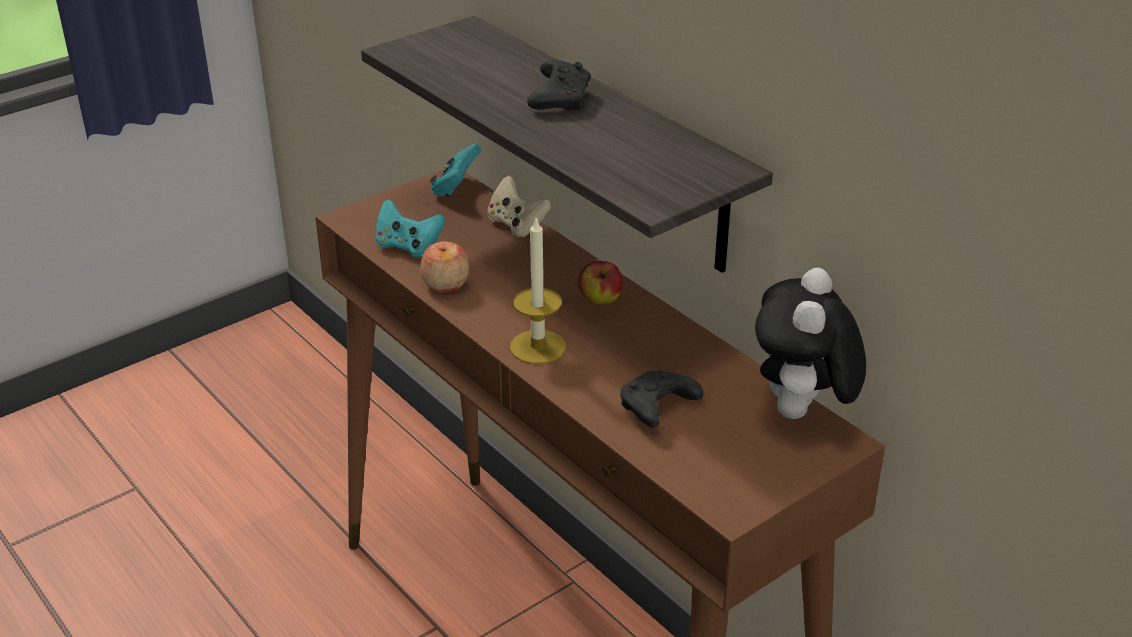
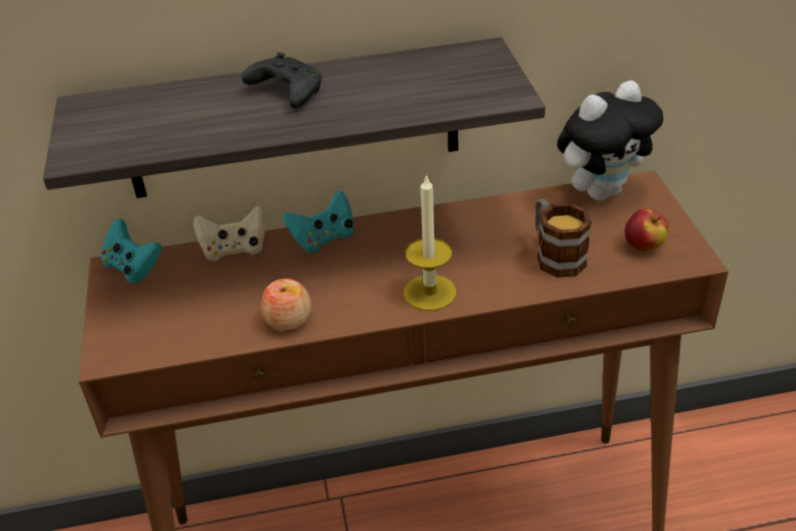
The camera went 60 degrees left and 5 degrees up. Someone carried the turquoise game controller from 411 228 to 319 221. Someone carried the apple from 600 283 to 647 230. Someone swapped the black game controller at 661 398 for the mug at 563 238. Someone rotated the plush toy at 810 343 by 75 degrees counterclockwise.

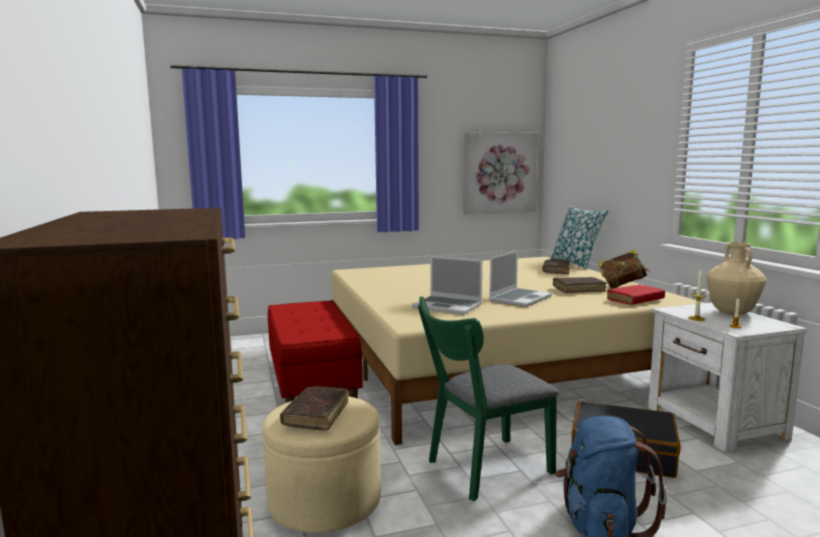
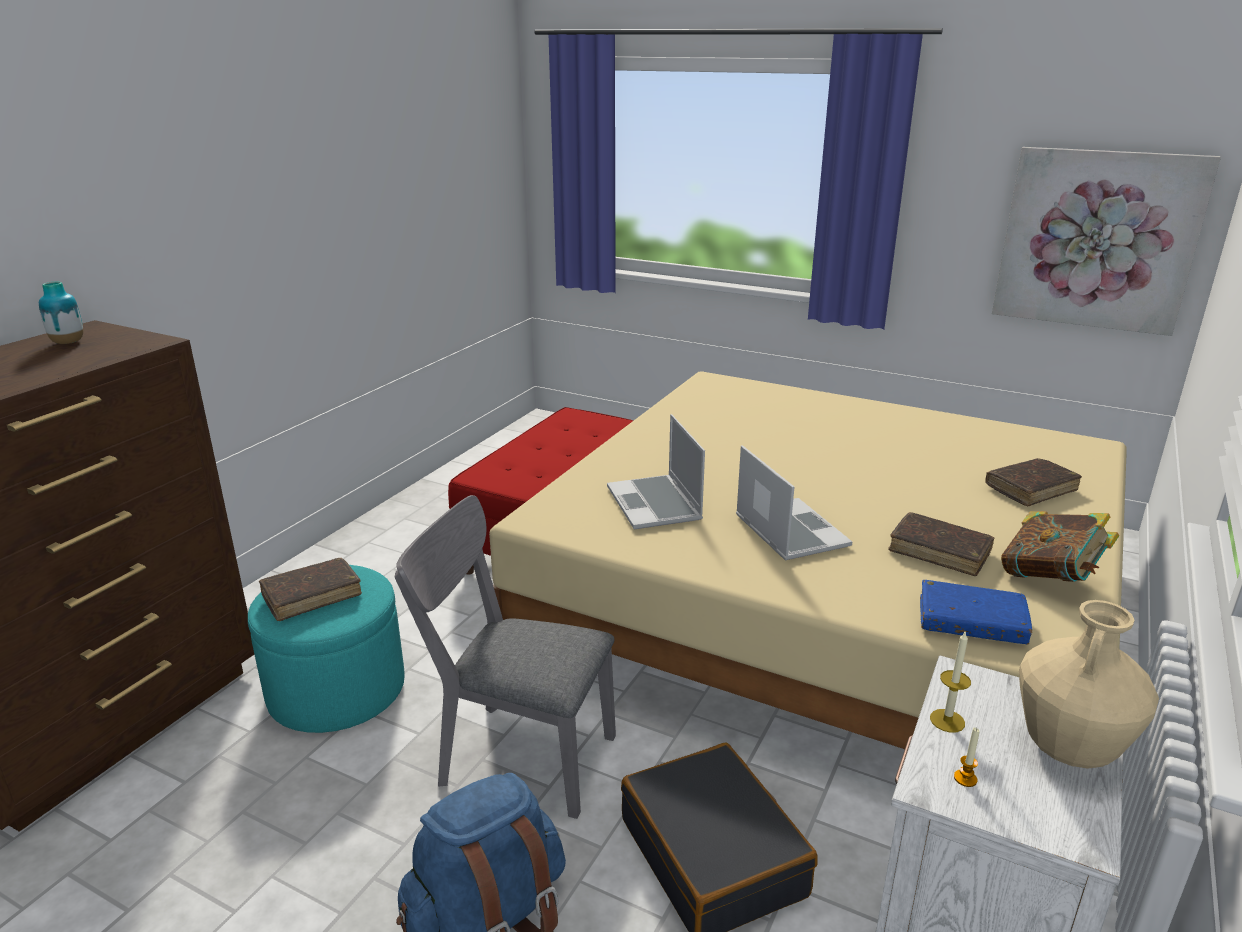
The camera went 45 degrees right and 15 degrees up. Someone repainted the beige ottoman at 322 464, which became the turquoise ottoman at 326 649. Someone repainted the green chair at 488 398, which became the grey chair at 505 657. Someone rotated the laptop at 520 278 by 105 degrees counterclockwise. Someone took away the pillow at 579 237. Someone repainted the red book at 636 294, which became the blue book at 976 612. Someone put down the vase at 61 313.

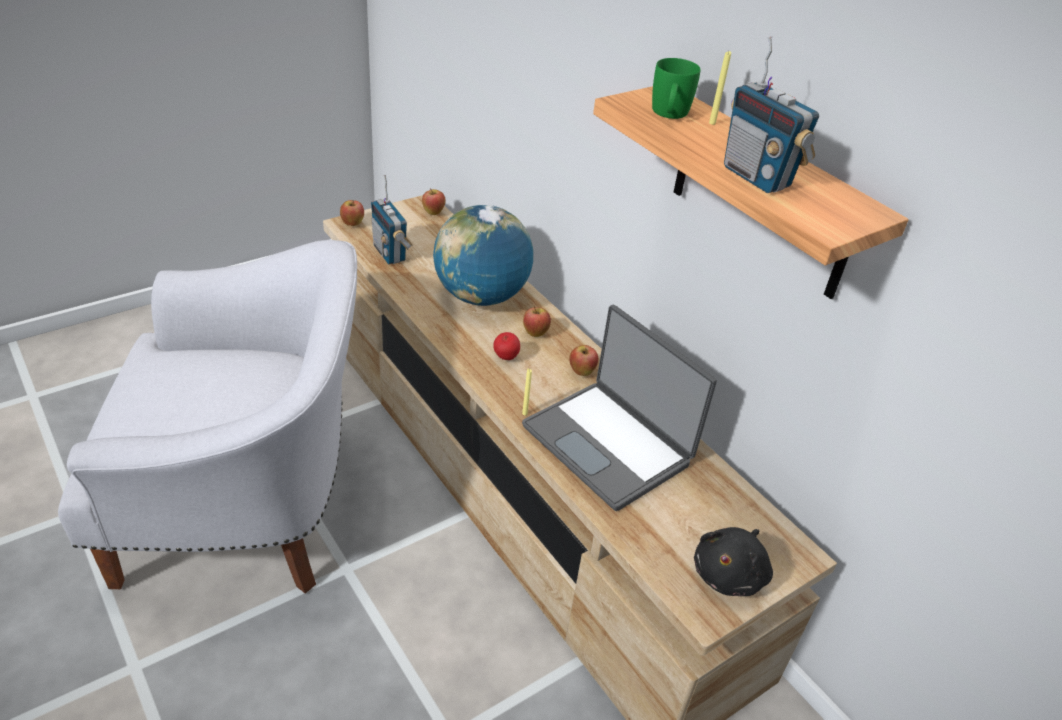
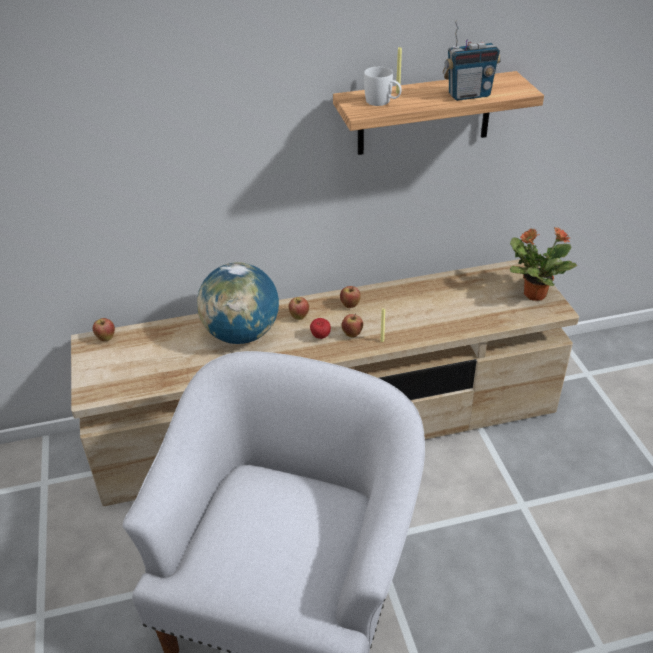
The camera went 65 degrees left and 0 degrees up. Someone carried the apple from 352 213 to 352 326. Someone took away the radio at 392 219. Someone took away the laptop at 619 408. Someone repainted the green mug at 676 88, which became the white mug at 383 86. Someone swapped the black plush toy at 733 561 for the potted plant at 543 264.

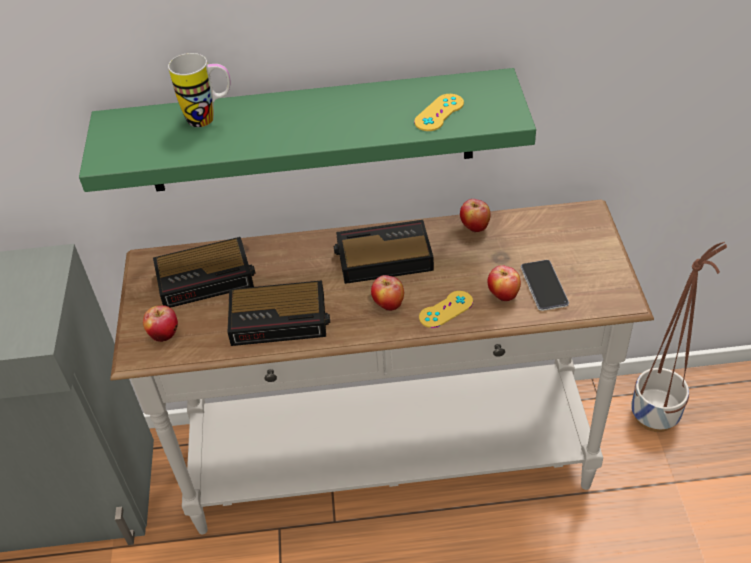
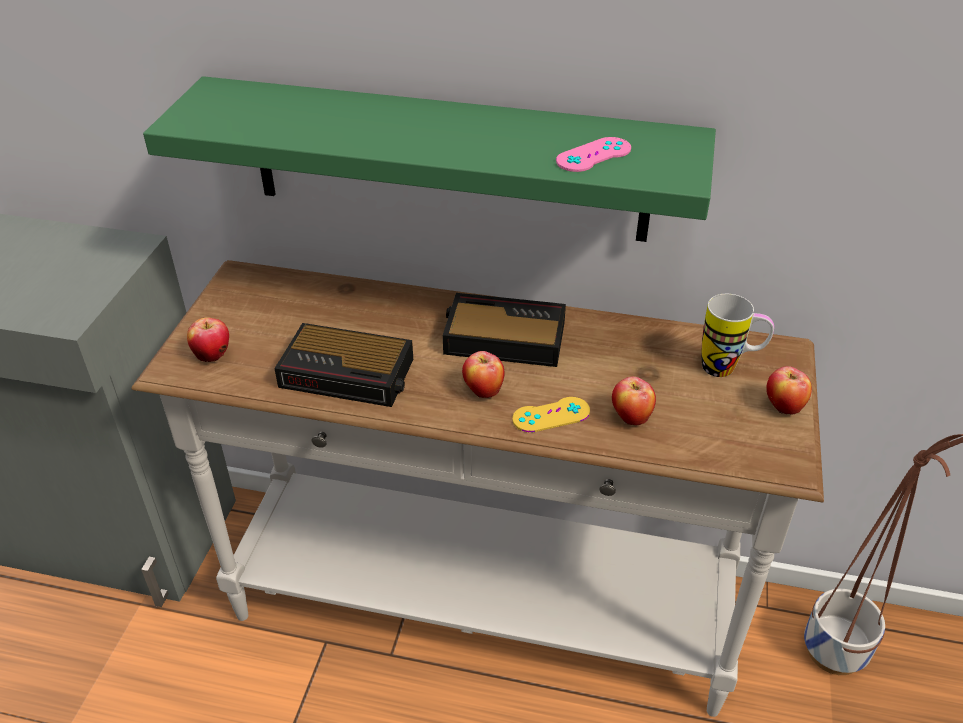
The camera went 15 degrees right and 5 degrees down. Someone took away the alarm clock at 204 272. Someone carried the mug from 199 90 to 737 335. Someone repainted the yellow game controller at 439 112, which became the pink game controller at 593 154. Someone carried the apple from 475 215 to 789 390. Someone took away the phone at 545 285.

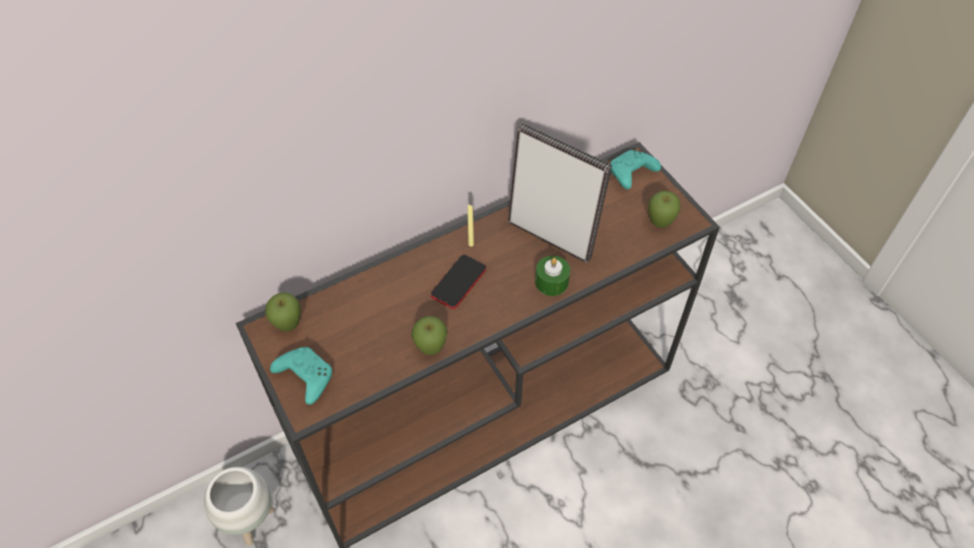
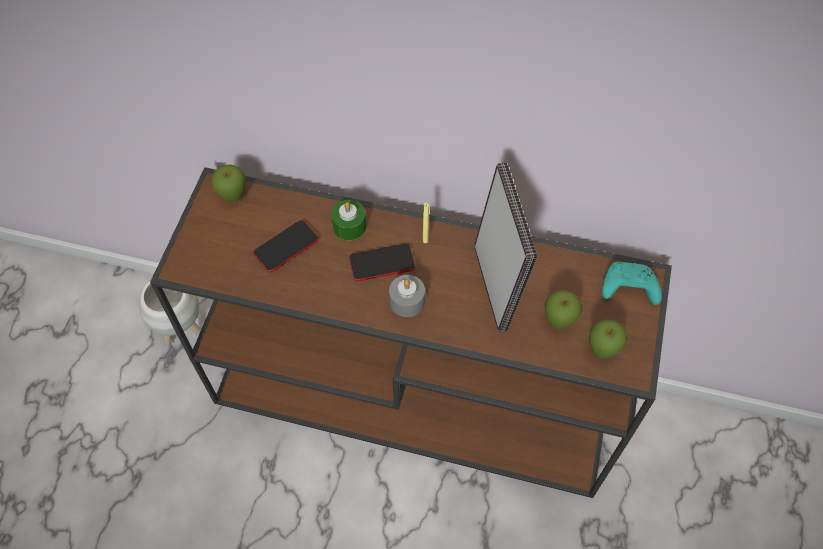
The camera went 45 degrees right and 5 degrees up. Someone took away the turquoise game controller at 301 376. Someone carried the apple from 429 335 to 563 309. Someone carried the green candle from 552 276 to 348 220. Someone put down the phone at 286 246. Someone put down the grey candle at 407 296.

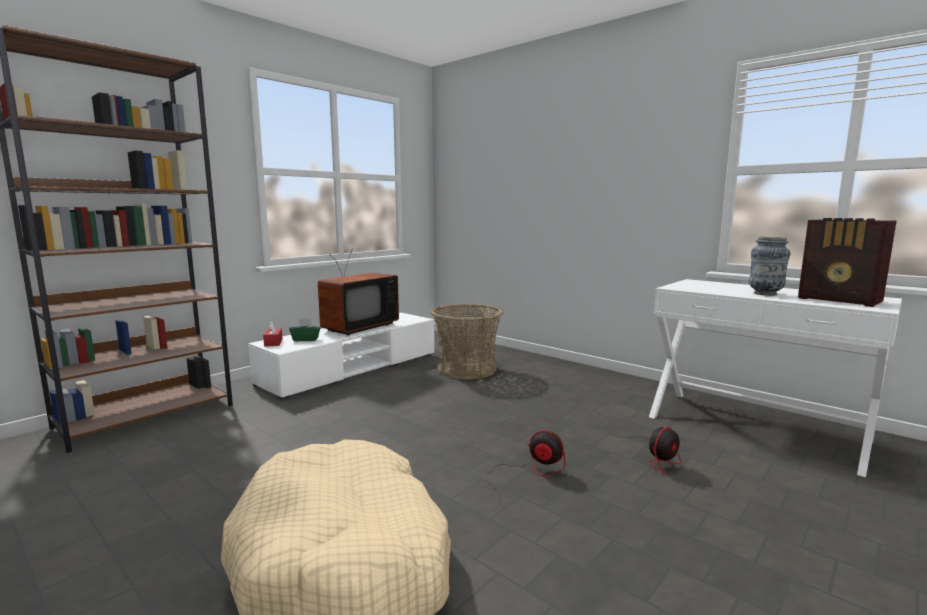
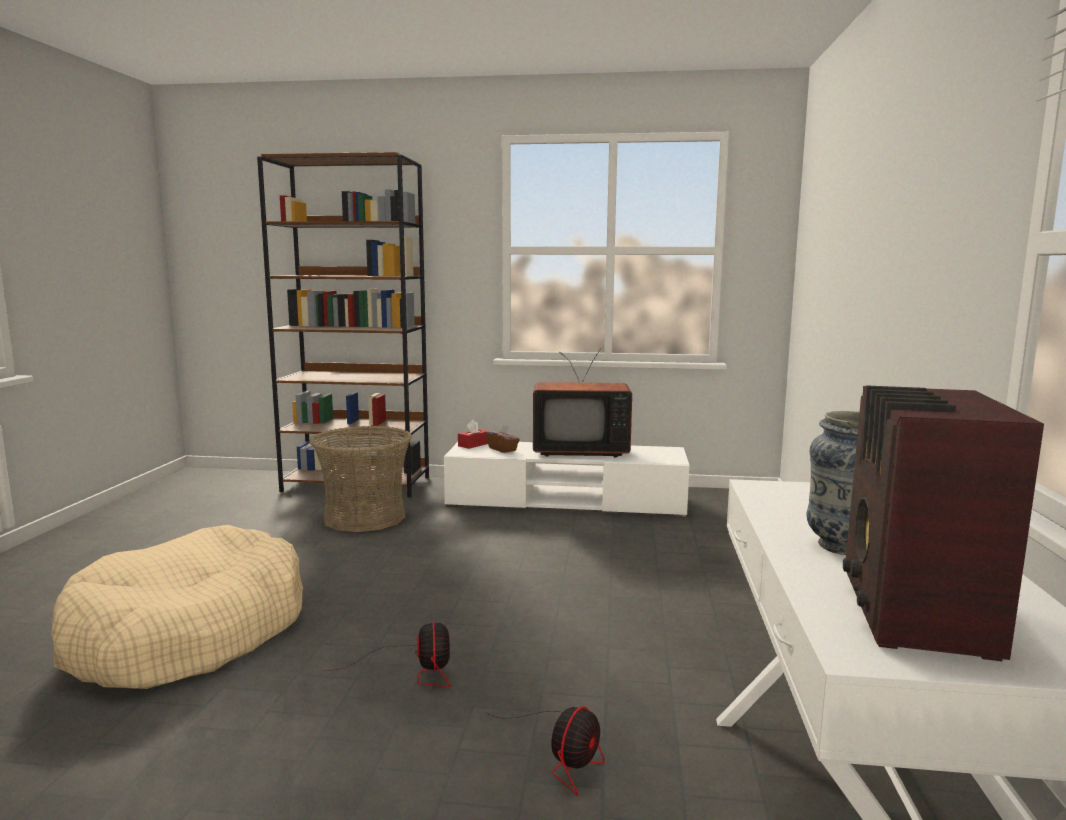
The camera went 55 degrees right and 0 degrees up. Someone repainted the green tissue box at 304 330, which became the brown tissue box at 503 438. Someone carried the basket from 467 342 to 360 479. Someone rotated the fan at 645 450 by 75 degrees counterclockwise.

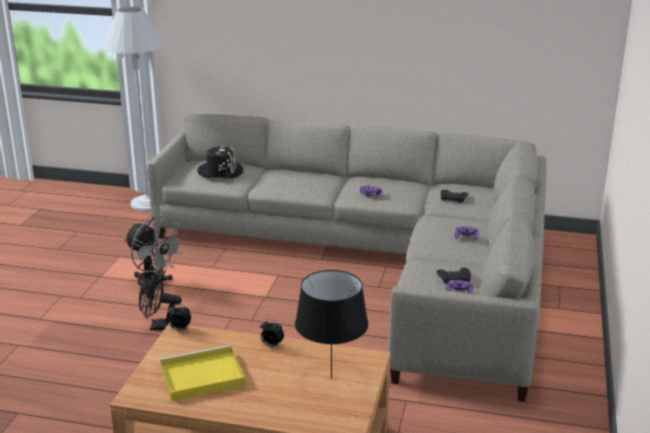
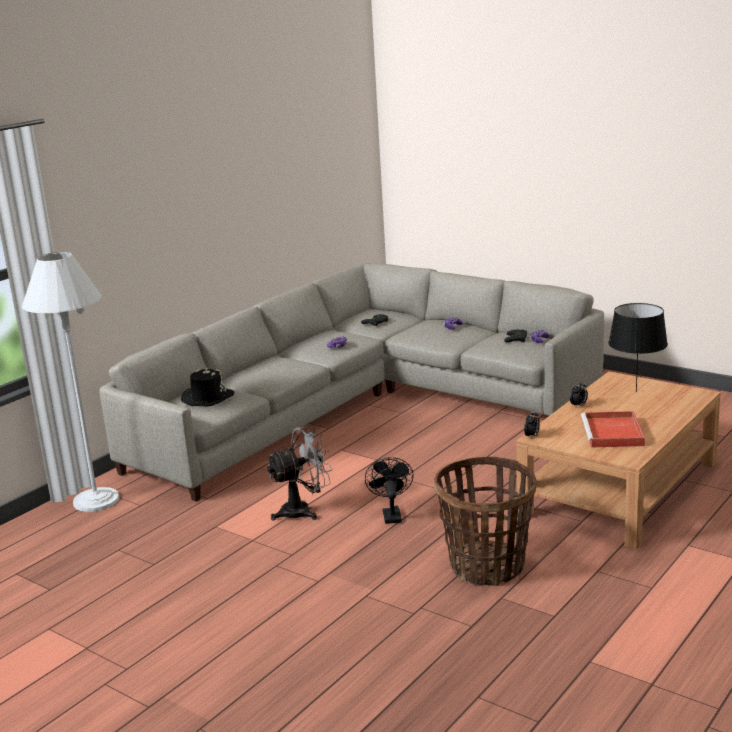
The camera went 65 degrees left and 5 degrees down. Someone rotated the black fan at 160 301 by 150 degrees clockwise. Someone repainted the yellow tray at 202 373, which became the red tray at 613 429. Someone put down the basket at 485 521.

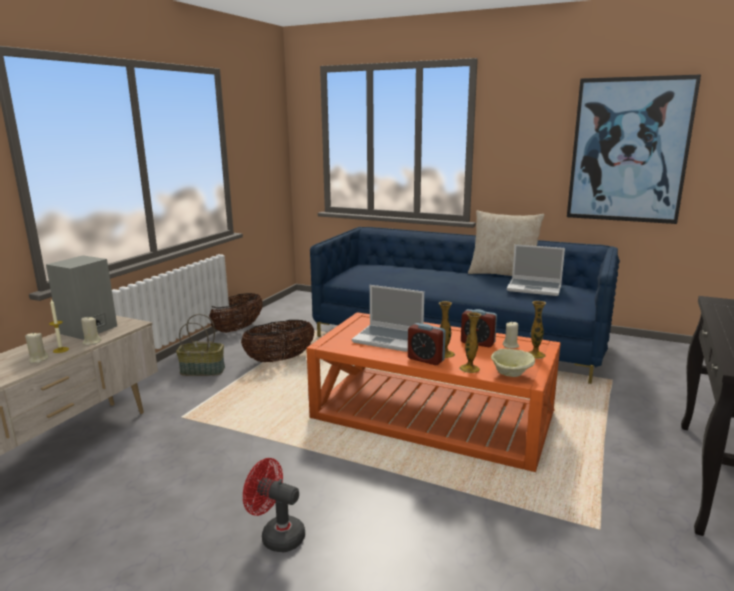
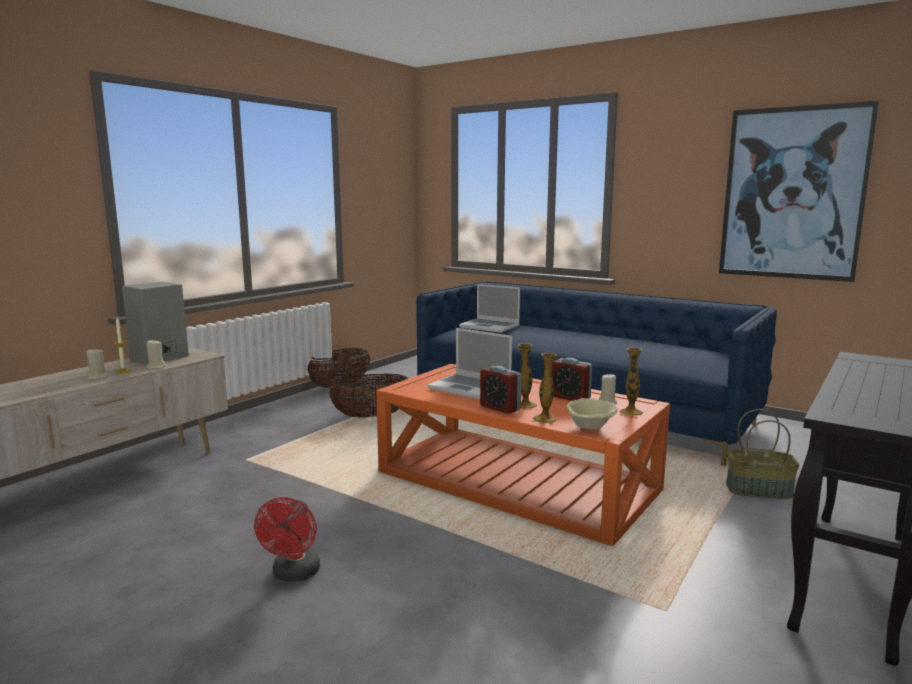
The camera went 10 degrees right and 5 degrees down. Someone carried the basket from 200 345 to 763 454. Someone rotated the red fan at 274 505 by 120 degrees counterclockwise. Someone took away the beige pillow at 506 243. Someone carried the laptop from 536 270 to 489 308.

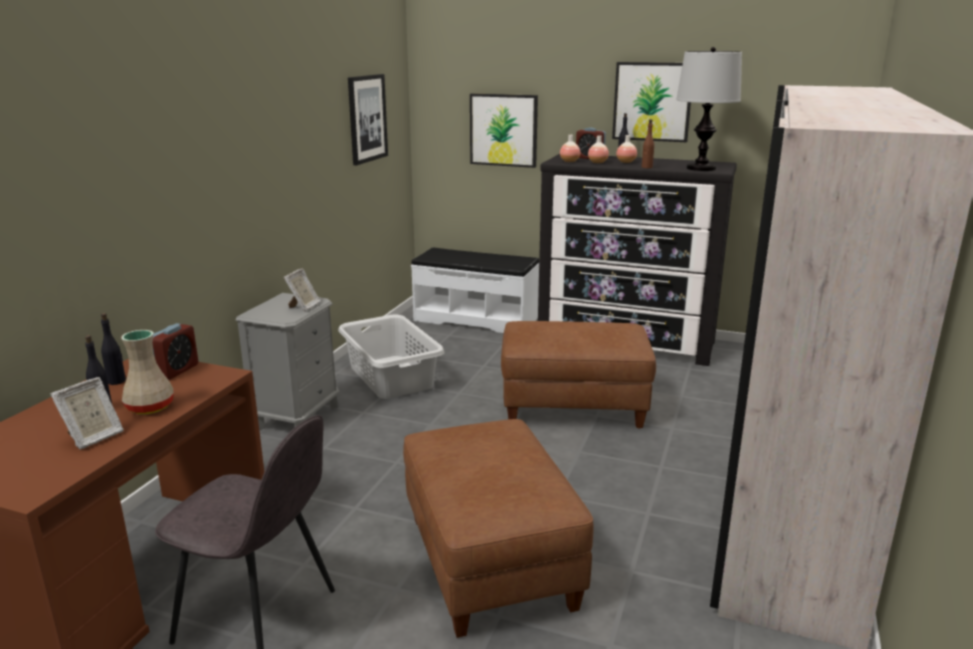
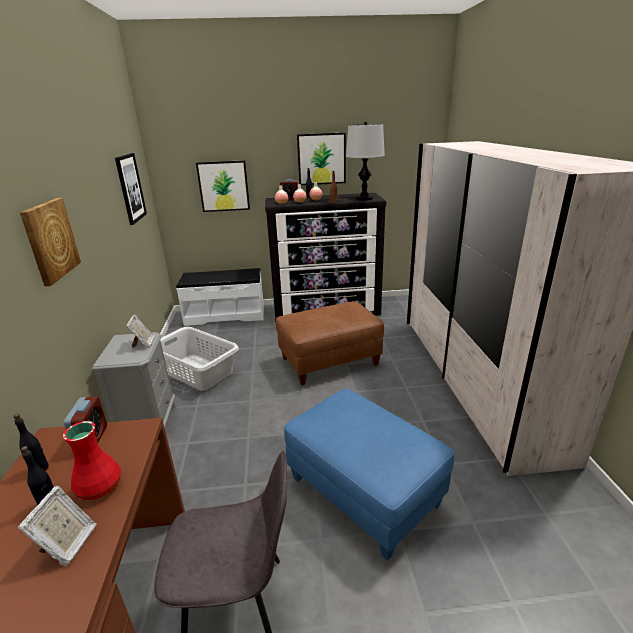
The camera went 25 degrees left and 5 degrees up. Someone repainted the beige vase at 147 372, which became the red vase at 92 460. Someone repainted the brown ottoman at 498 528, which became the blue ottoman at 369 475. Someone put up the picture at 50 242.

